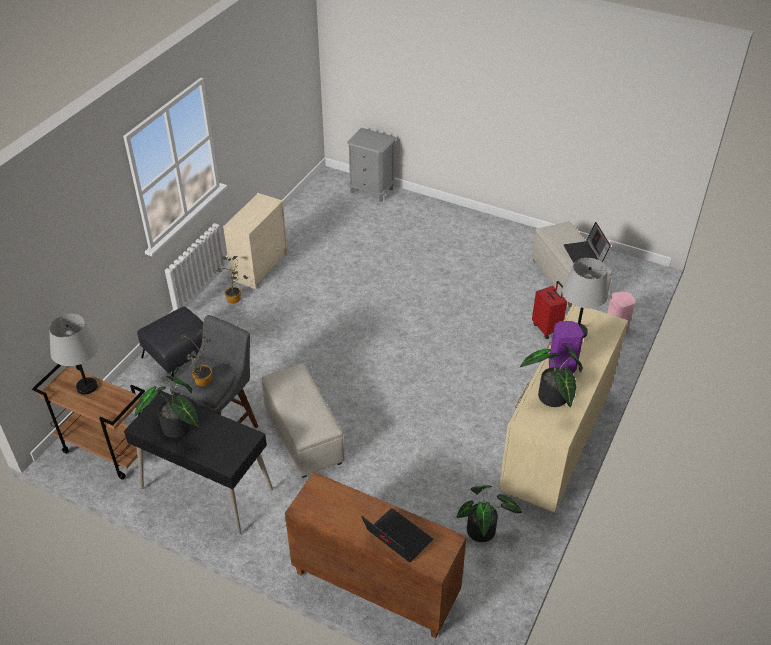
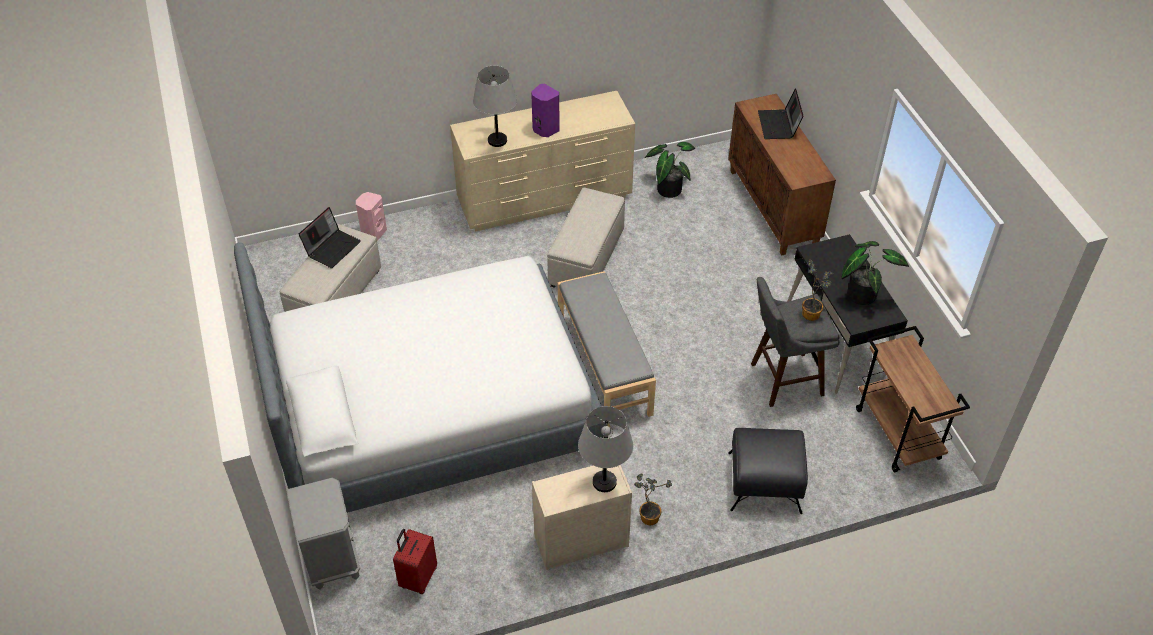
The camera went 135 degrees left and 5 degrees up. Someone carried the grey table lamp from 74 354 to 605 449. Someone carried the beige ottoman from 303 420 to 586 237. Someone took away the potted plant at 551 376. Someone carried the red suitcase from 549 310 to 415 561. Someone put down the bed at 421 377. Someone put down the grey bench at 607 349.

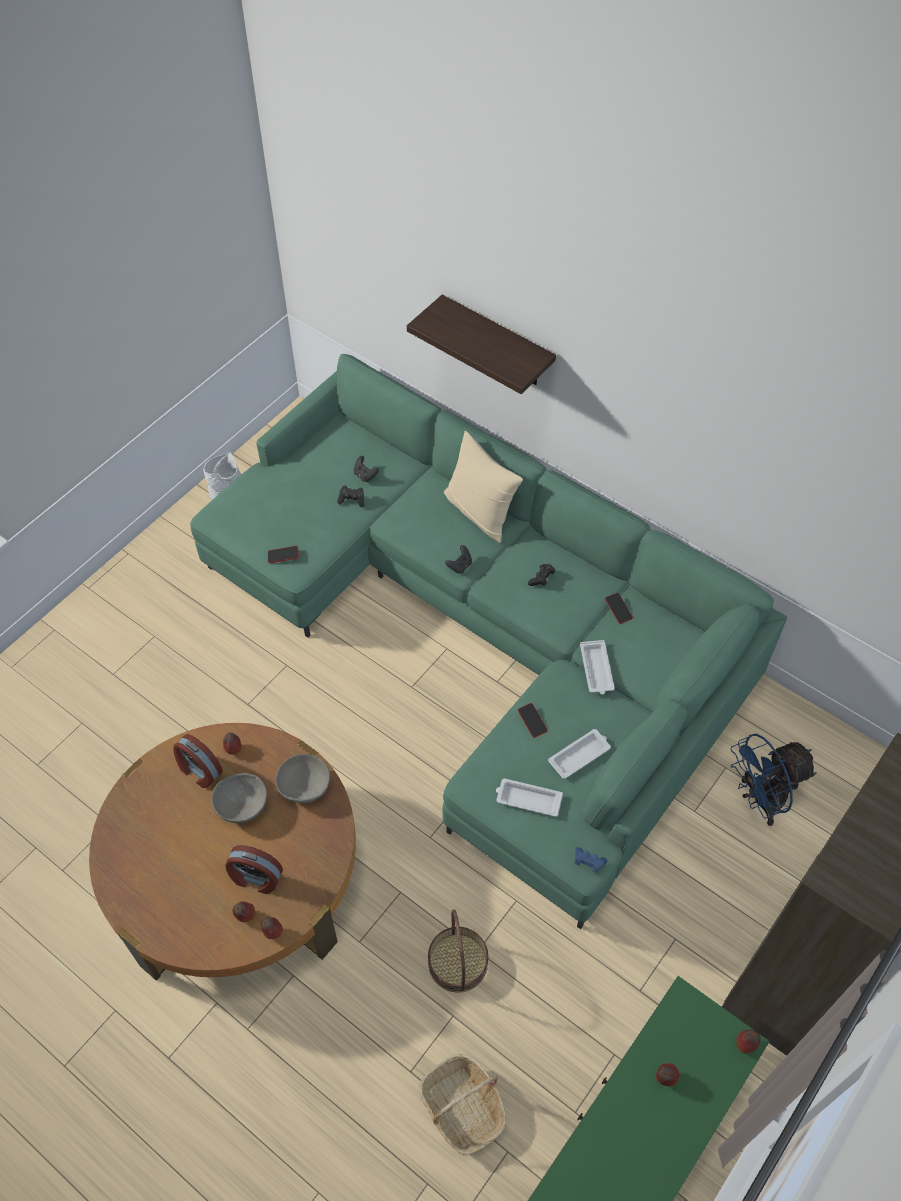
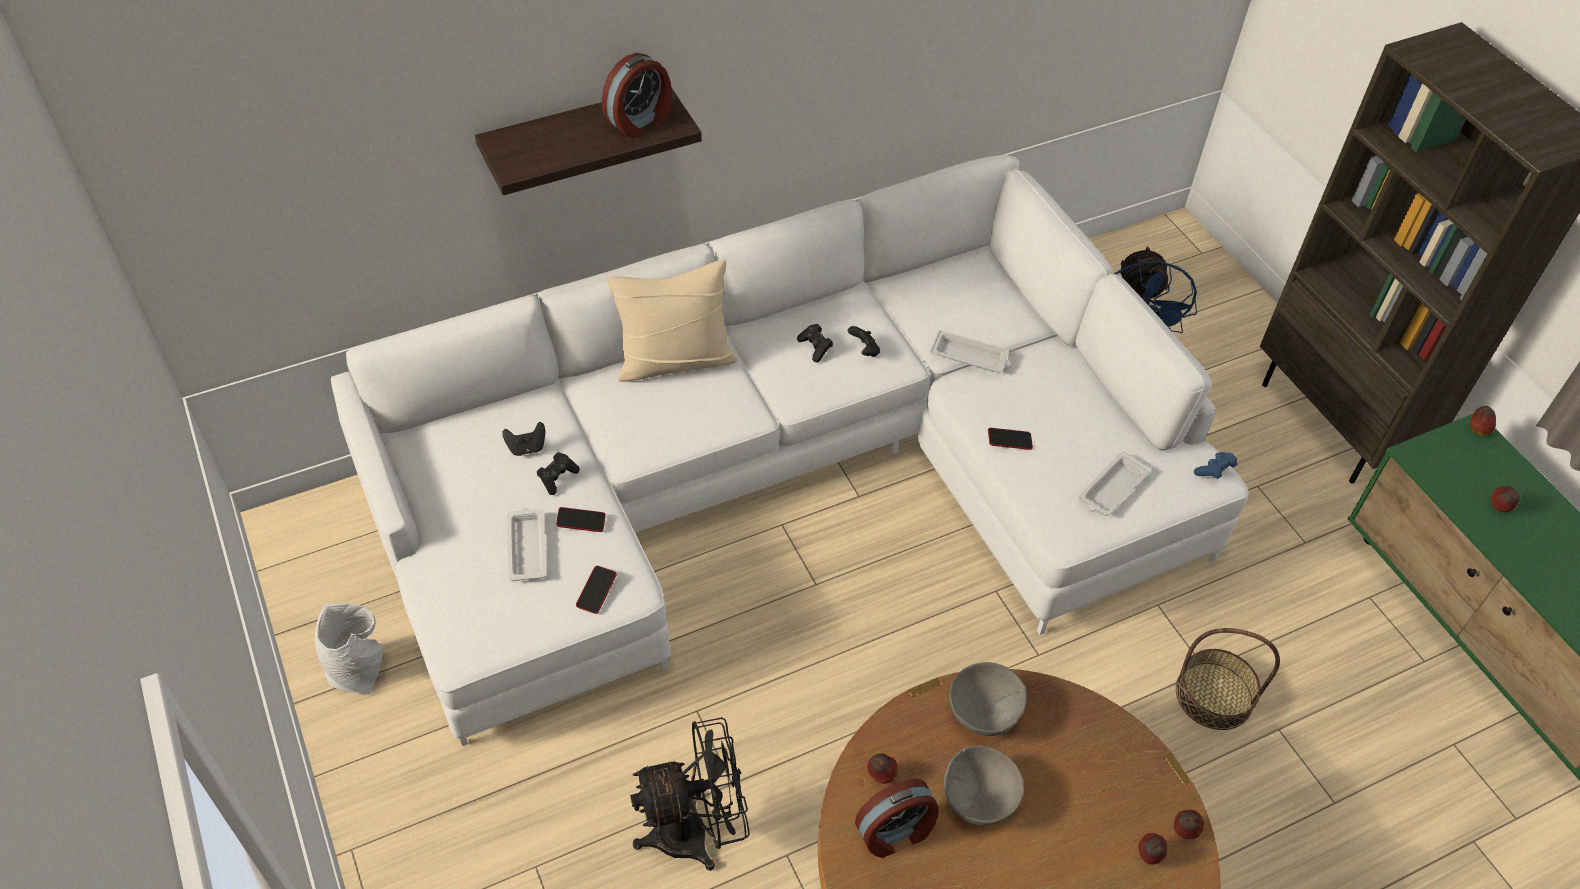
The camera went 65 degrees left and 5 degrees down. Someone repainted the green sofa at 488 641, which became the white sofa at 790 450. Someone carried the alarm clock from 254 869 to 637 95. Someone took away the basket at 463 1105. Someone carried the black game controller from 458 559 to 864 341. Someone carried the white tray from 579 754 to 527 544. Someone carried the phone from 619 608 to 581 519. Someone put down the black fan at 690 794.

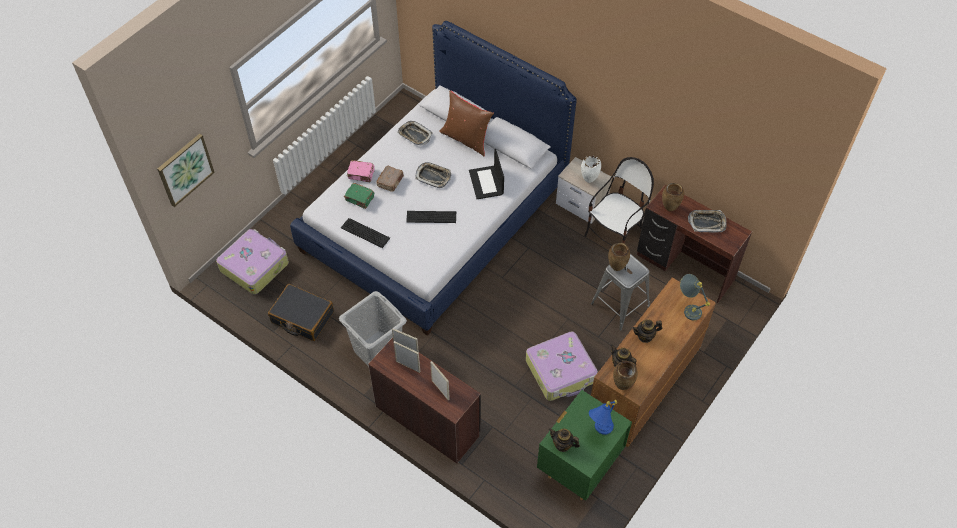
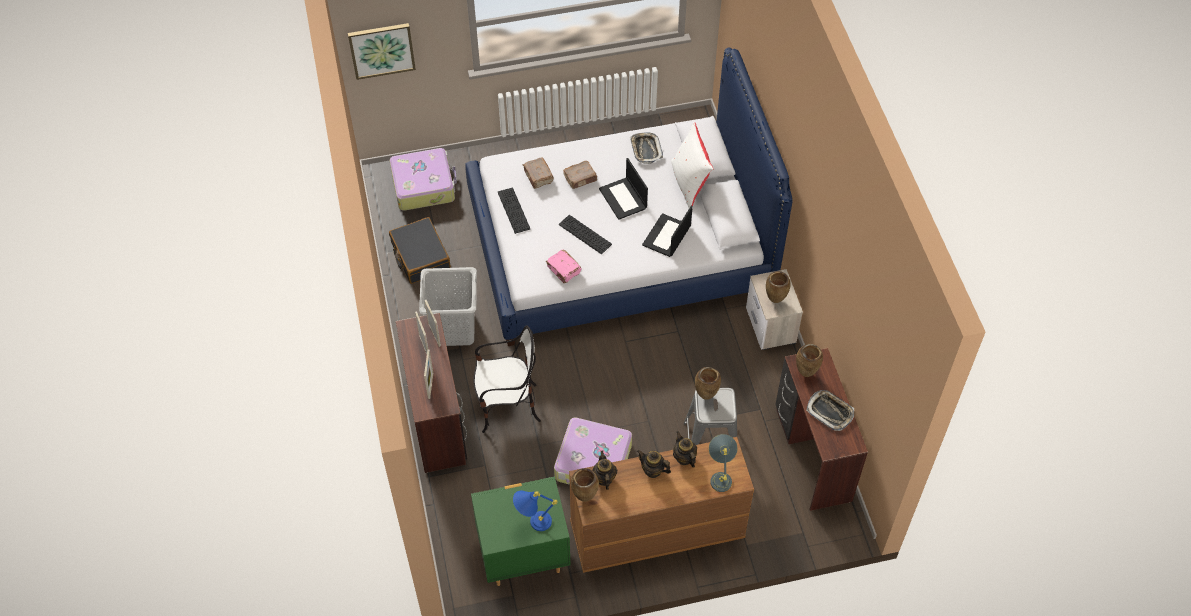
The camera went 40 degrees right and 0 degrees up. Someone repainted the green book at 359 196, which became the brown book at 538 173. Someone carried the pink book from 360 171 to 563 266. Someone swapped the tray at 433 175 for the laptop at 623 189. Someone repainted the brown pillow at 466 123, which became the white pillow at 692 165. Someone carried the teapot from 564 440 to 685 449. Someone repainted the white vase at 591 169, which became the brown vase at 778 287. Someone carried the chair from 619 201 to 507 379.

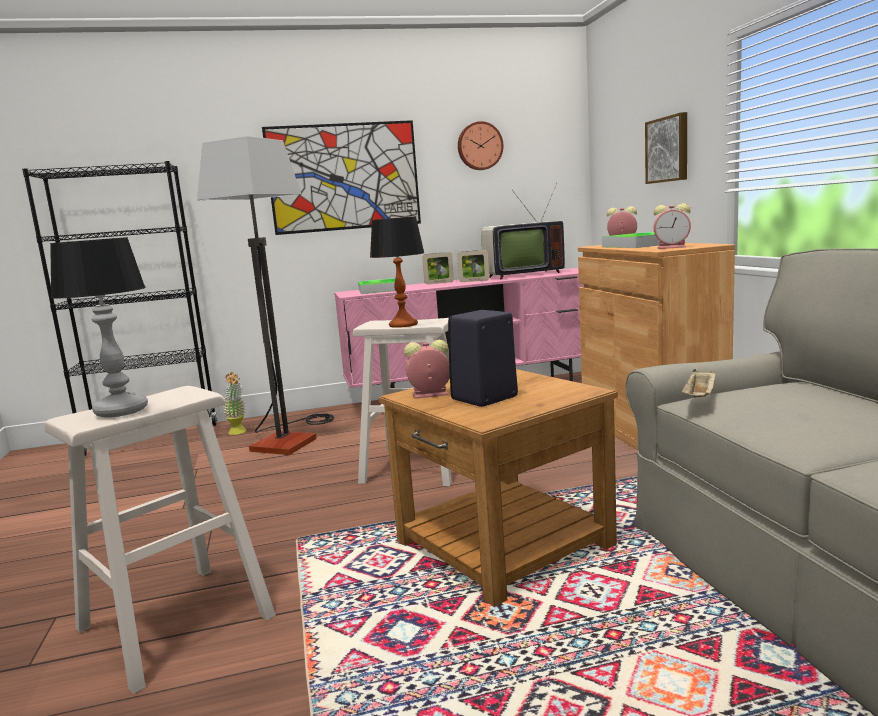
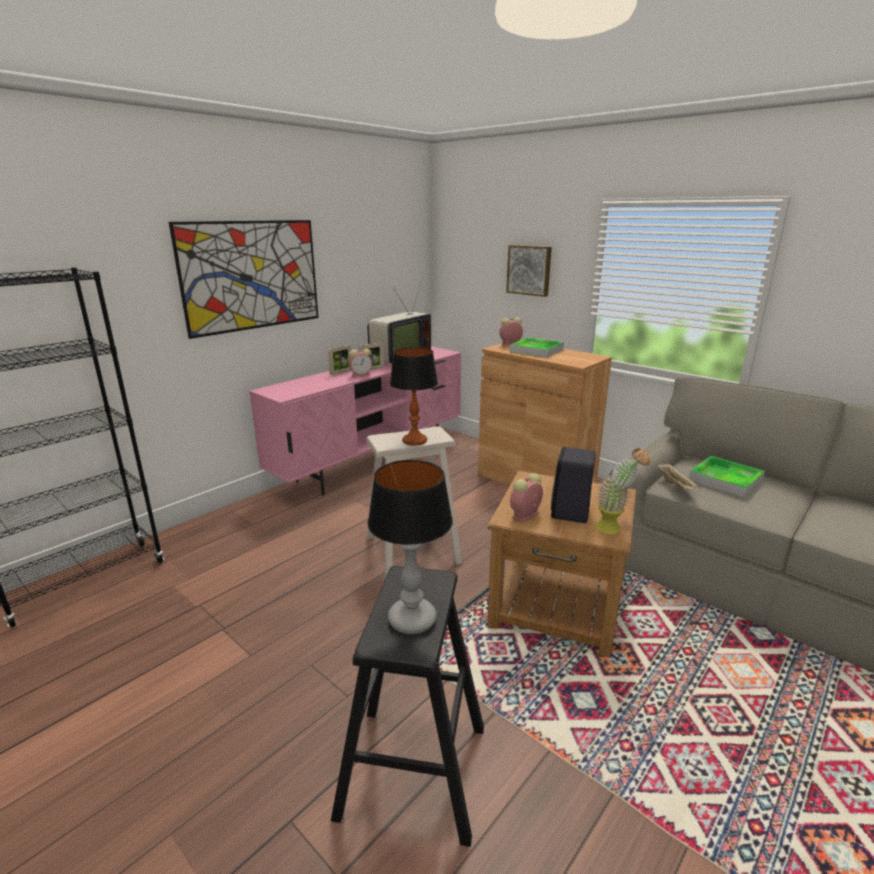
The camera went 35 degrees left and 10 degrees up. Someone repainted the beige stool at 160 540, which became the black stool at 407 706. Someone took away the floor lamp at 265 295. Someone carried the potted plant from 234 403 to 623 491. Someone carried the tray from 382 286 to 727 477. Someone took away the wall clock at 480 145. Someone carried the alarm clock from 672 226 to 360 363.

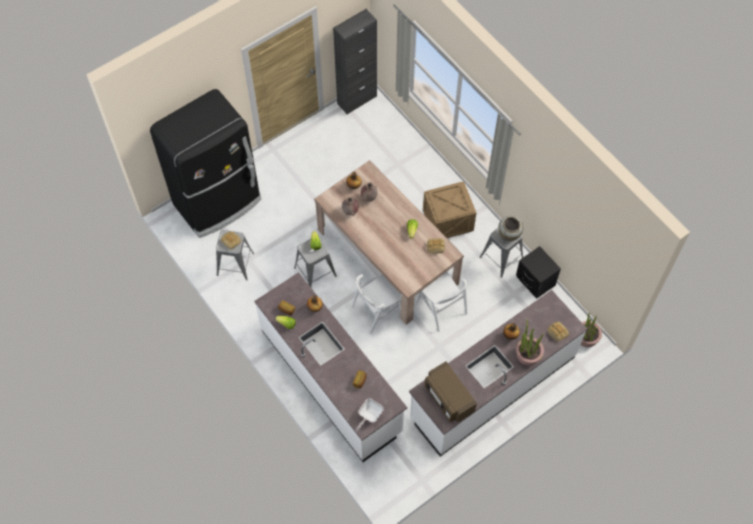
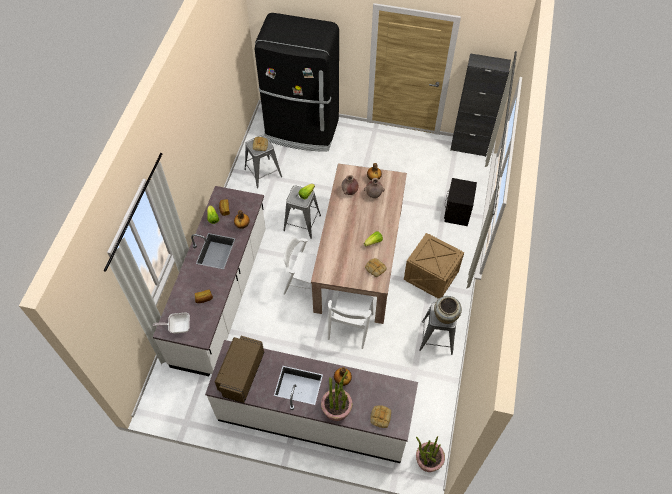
The camera went 50 degrees right and 5 degrees down. Someone carried the black nightstand from 538 272 to 460 202.

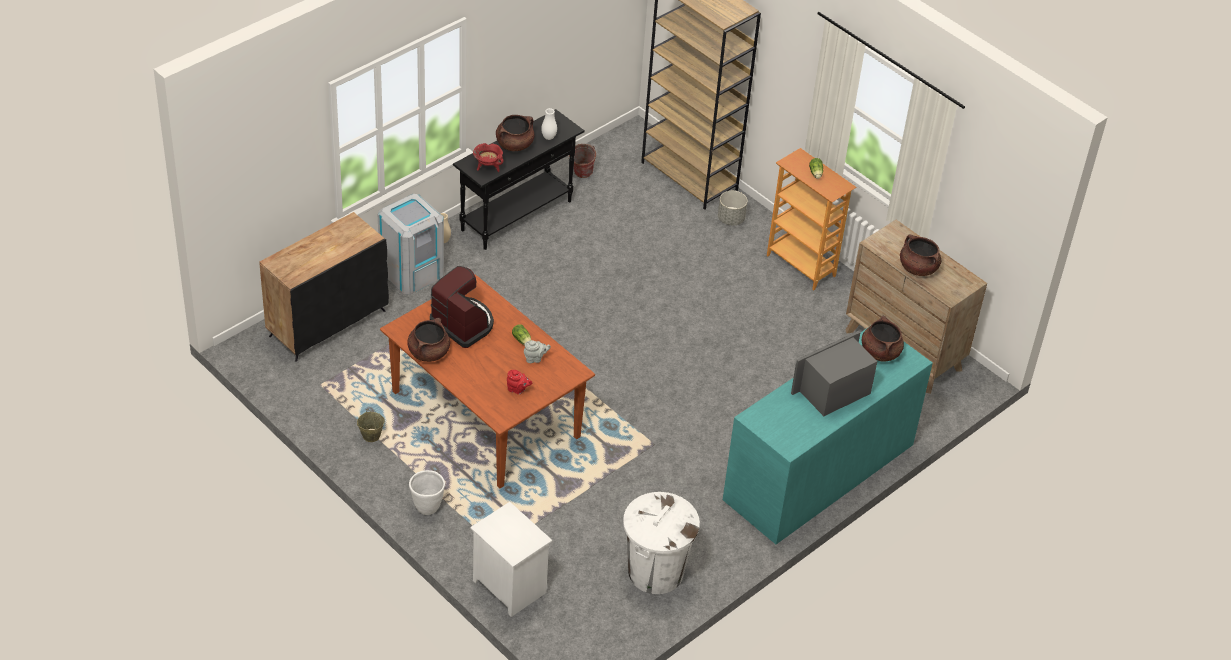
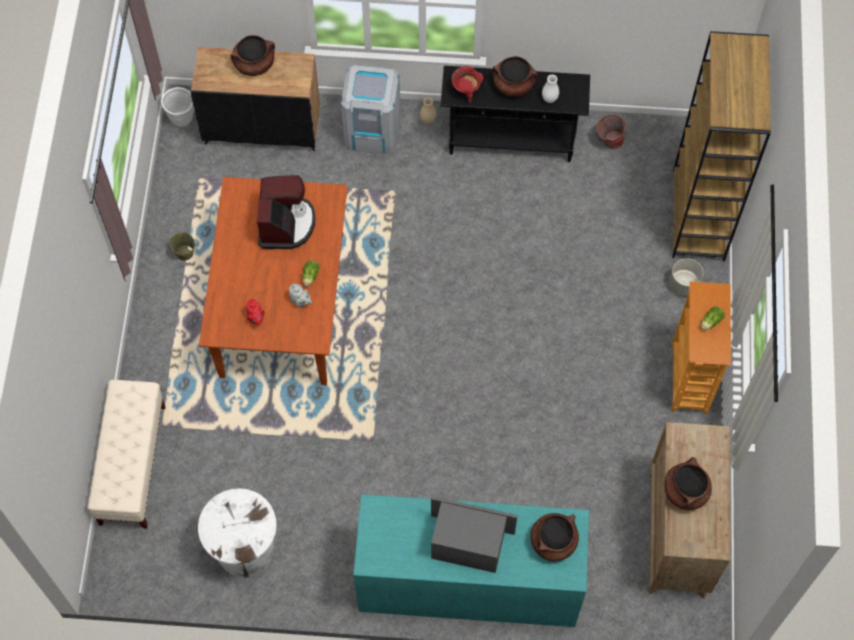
The camera went 50 degrees right and 20 degrees up. Someone carried the brown cooking pot from 428 340 to 253 55. Someone carried the white planter from 427 492 to 177 107. Someone swapped the white nightstand at 511 559 for the beige bench at 126 454.

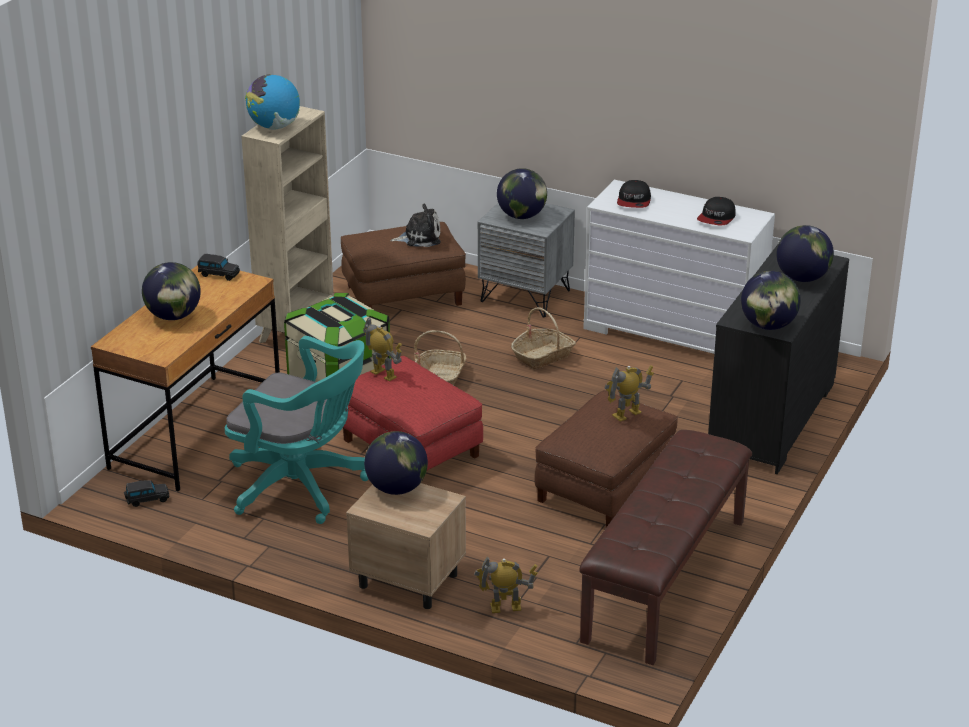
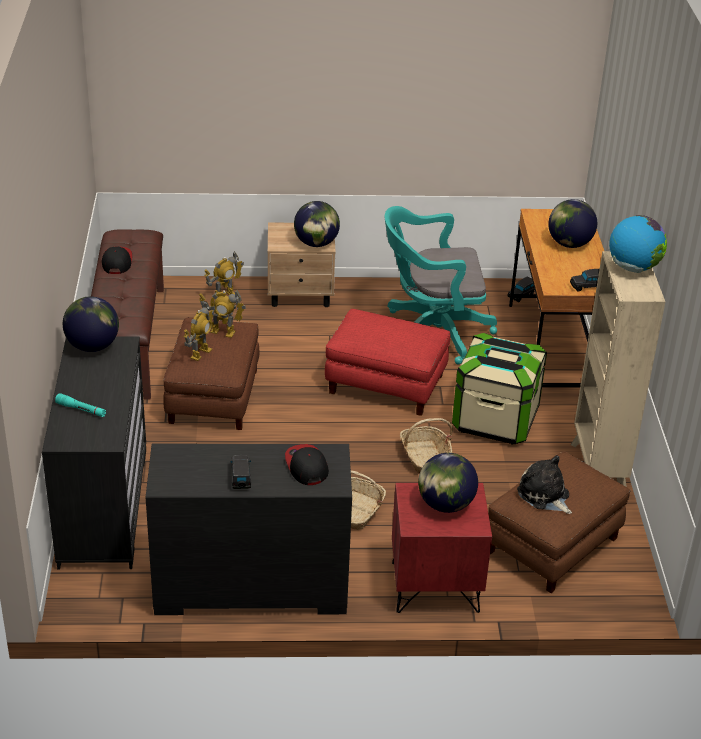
The camera went 150 degrees right and 5 degrees up. Someone carried the toy robot from 382 349 to 222 314. Someone rotated the plush toy at 415 225 by 90 degrees clockwise. Someone repainted the grey nightstand at 526 260, which became the red nightstand at 442 548. Someone repainted the white dresser at 679 267, which became the black dresser at 249 529. Someone carried the cap from 716 211 to 117 260. Someone swapped the globe at 805 253 for the turquoise flashlight at 80 405. Someone put down the black toy car at 240 472.

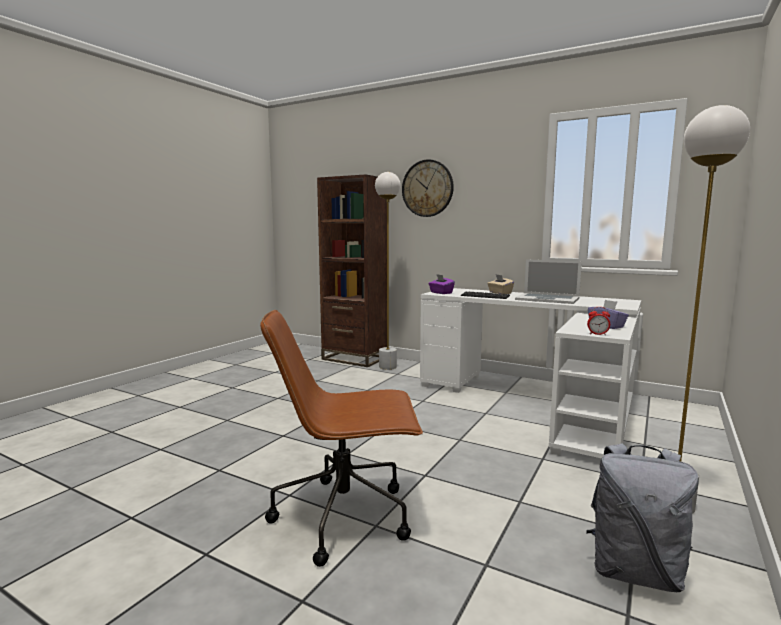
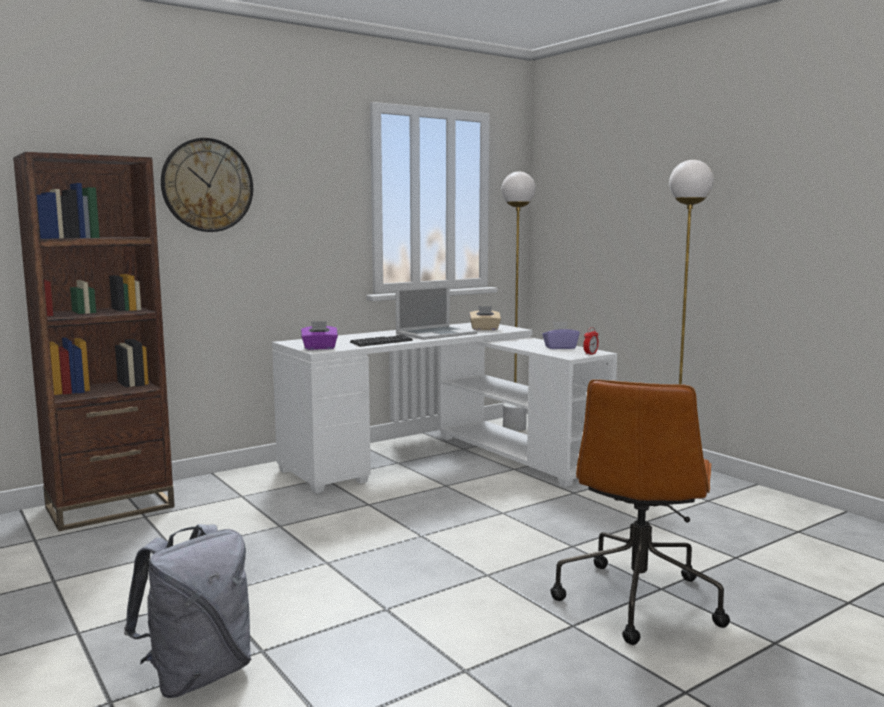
The camera went 65 degrees left and 0 degrees up. Someone carried the white floor lamp from 388 271 to 519 301. Someone carried the beige tissue box from 500 284 to 485 318. Someone carried the grey backpack from 642 517 to 187 611.

